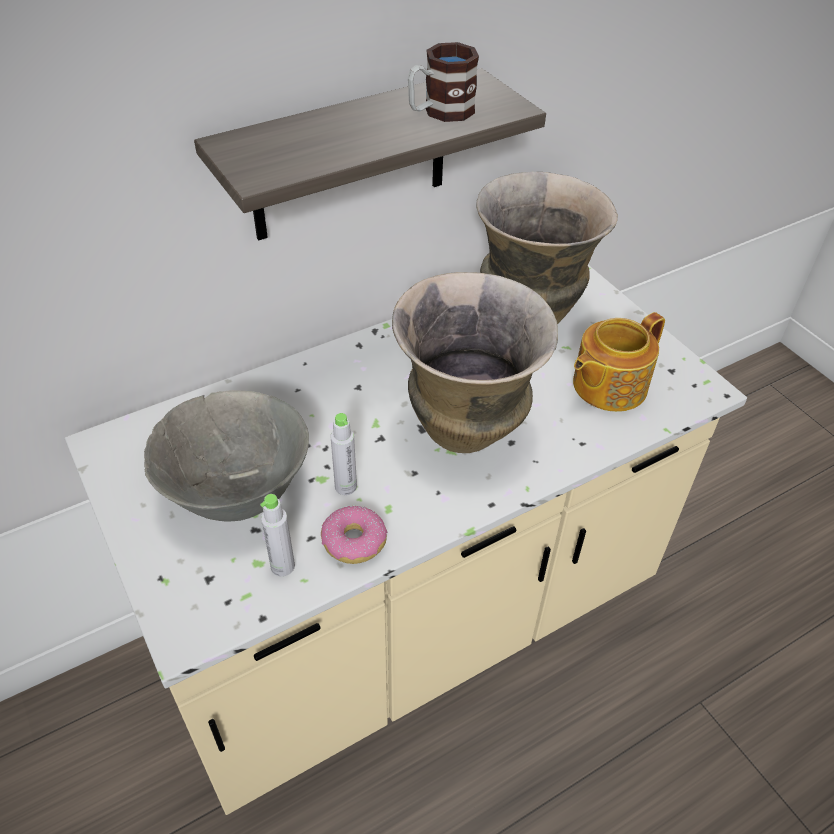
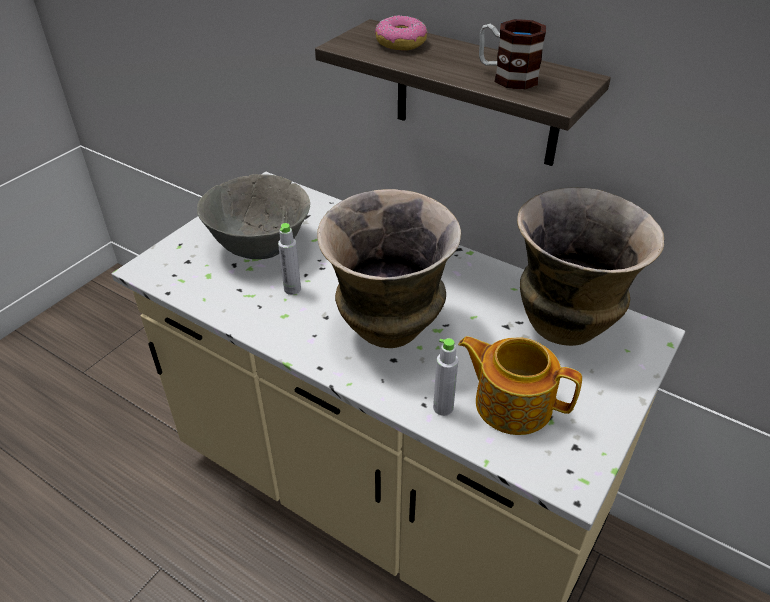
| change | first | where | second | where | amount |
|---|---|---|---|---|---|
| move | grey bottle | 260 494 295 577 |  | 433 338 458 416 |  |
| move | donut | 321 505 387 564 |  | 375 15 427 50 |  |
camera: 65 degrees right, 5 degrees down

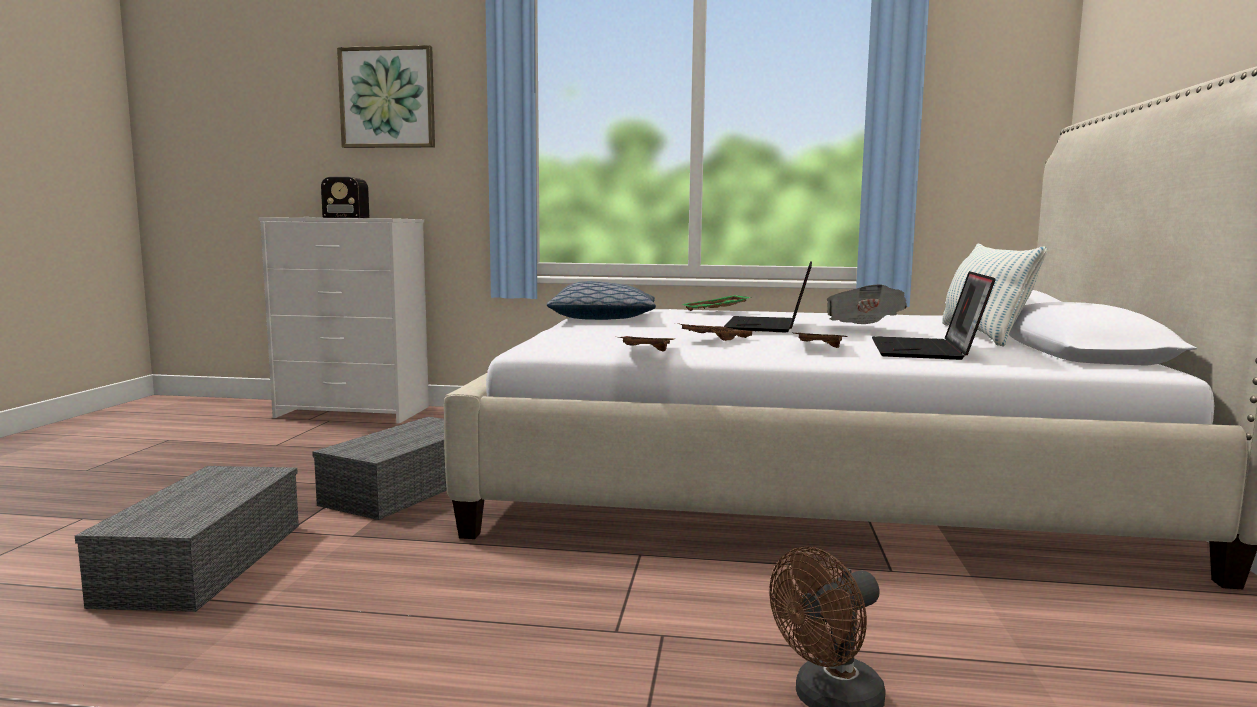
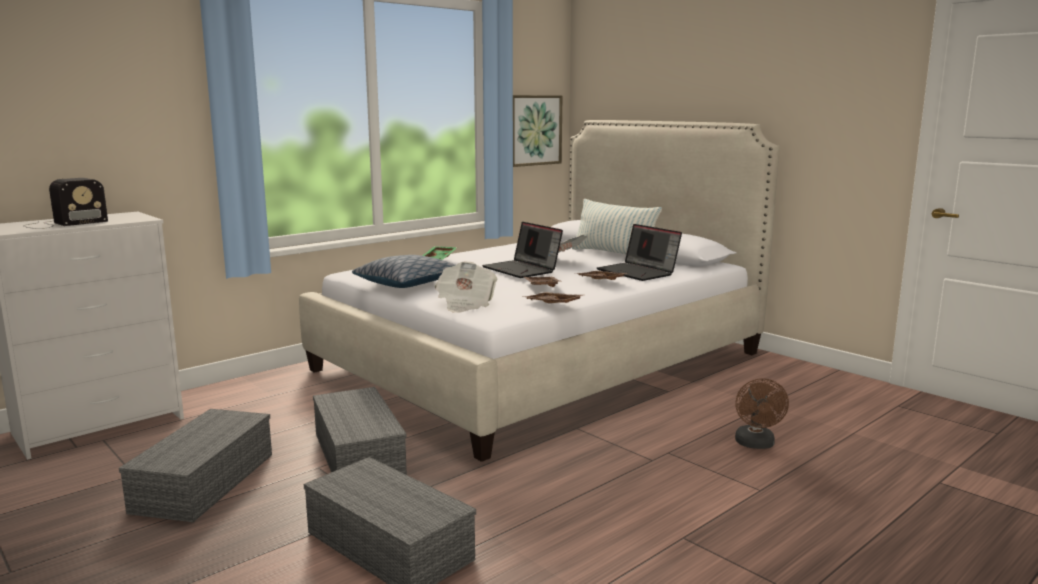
| change | first | where | second | where | amount |
|---|---|---|---|---|---|
| insert |  |  | grey storage box | 119 409 272 522 |  |
| insert |  |  | newspaper | 435 261 497 313 |  |
| move | picture | 337 45 435 148 |  | 513 95 562 167 |  |
camera: 50 degrees left, 5 degrees up

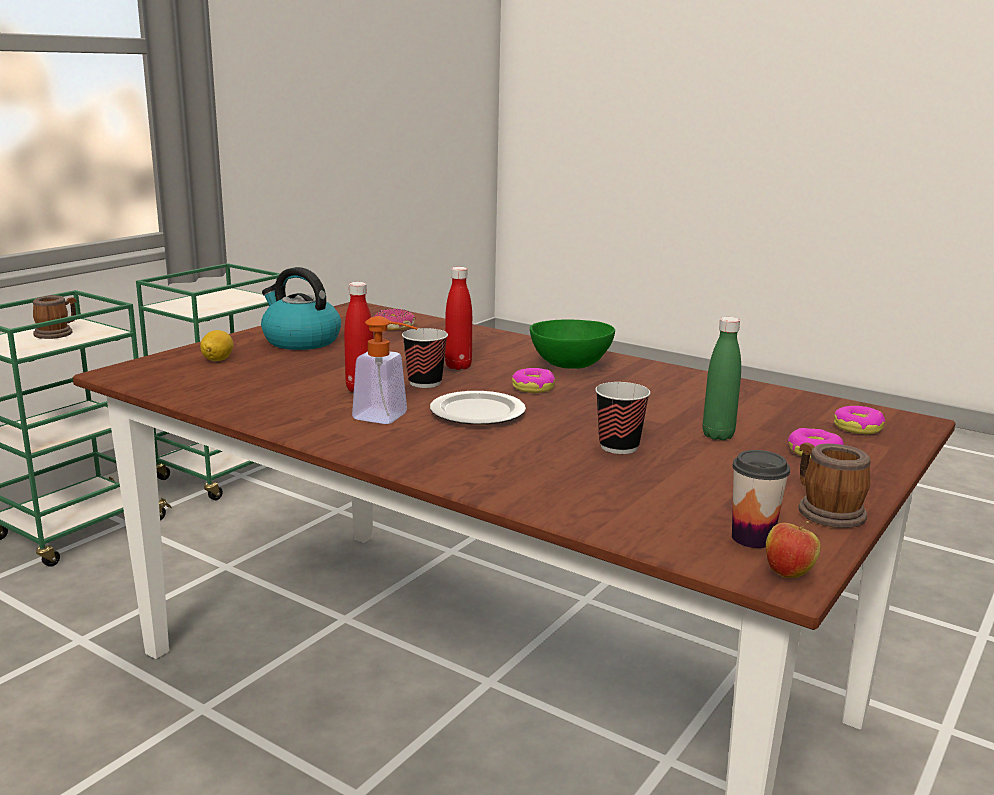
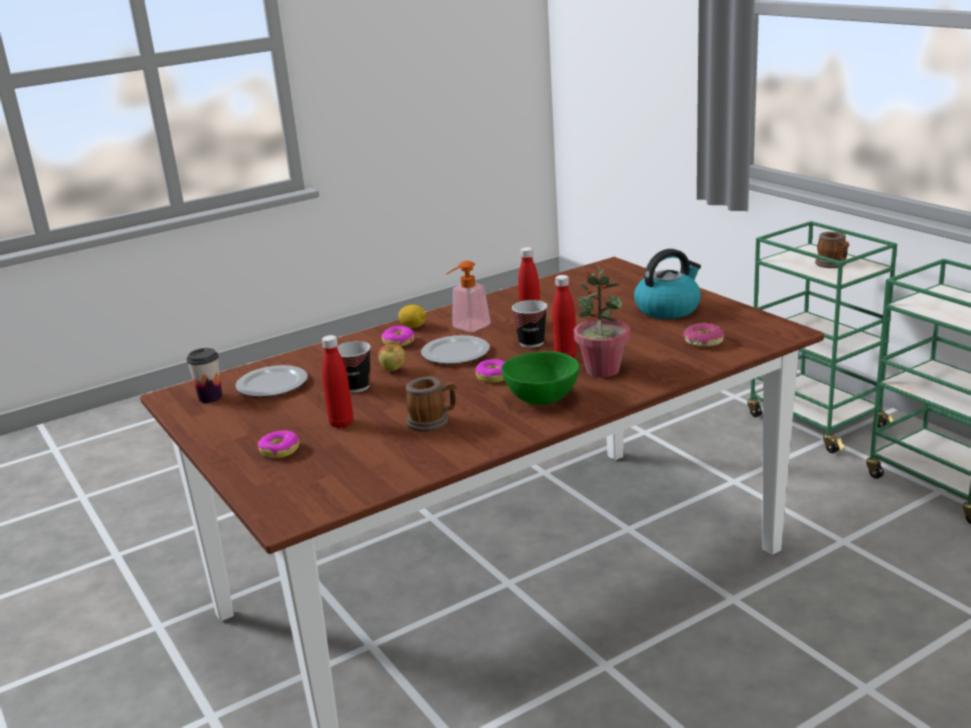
| change | first | where | second | where | amount |
|---|---|---|---|---|---|
| insert |  |  | plate | 236 365 308 397 |  |
| insert |  |  | potted plant | 574 266 630 377 |  |
| move | lemon | 200 330 233 361 |  | 398 305 426 328 |  |
| move | apple | 766 521 820 578 |  | 378 344 405 371 |  |
| move | mug | 799 442 870 528 |  | 406 376 456 432 |  |
| move | donut | 834 406 885 434 |  | 381 326 415 347 |  |
| recolor | green bottle | 702 317 741 440 | red bottle | 322 335 353 428 |  |
camera: 115 degrees right, 5 degrees up

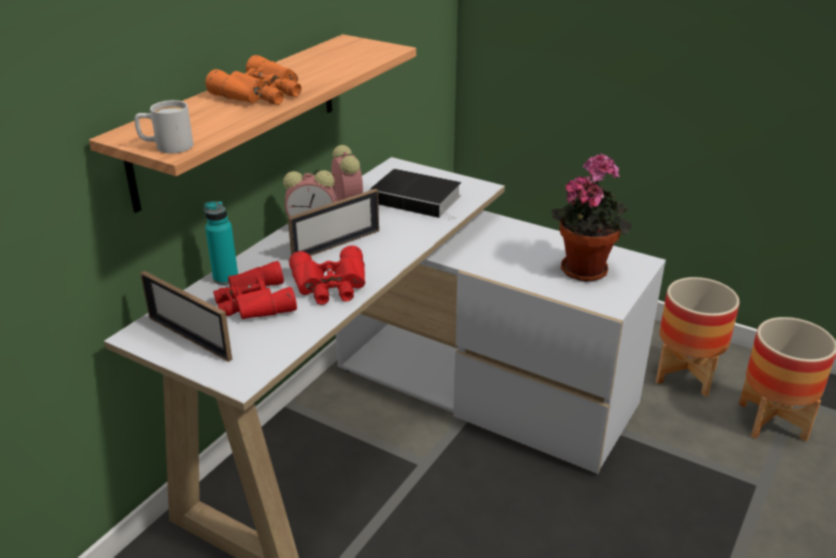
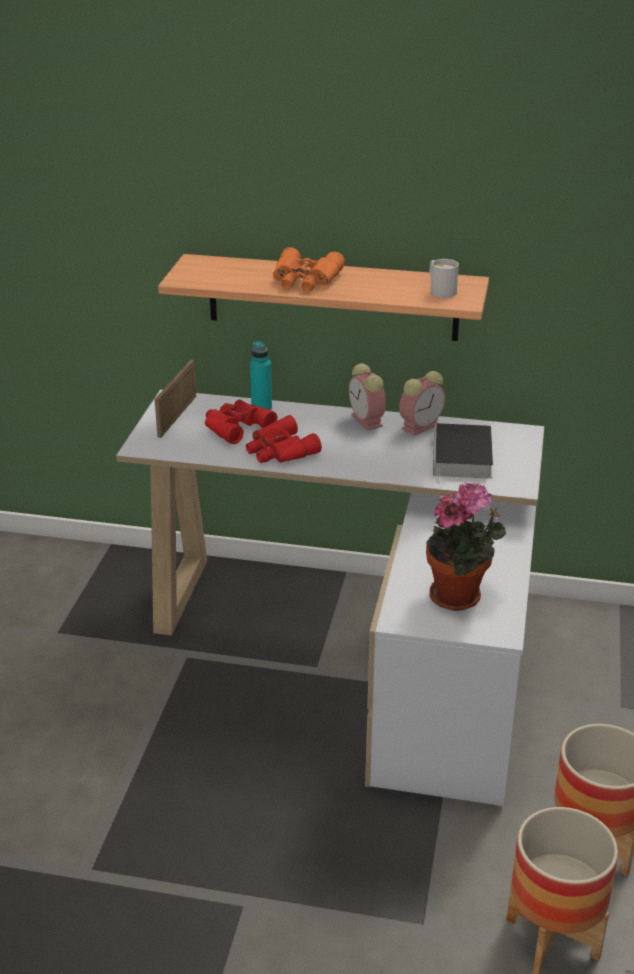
| change | first | where | second | where | amount |
|---|---|---|---|---|---|
| delete | picture frame | 288 189 379 256 |  |  |  |
| move | white mug | 135 100 193 153 |  | 430 259 459 298 |  |
camera: 70 degrees right, 0 degrees up

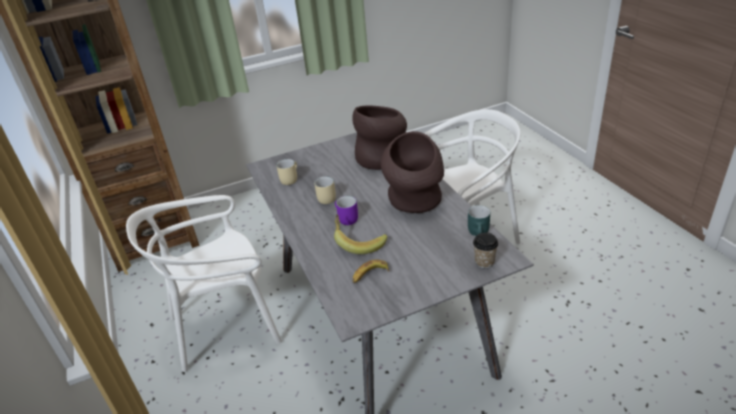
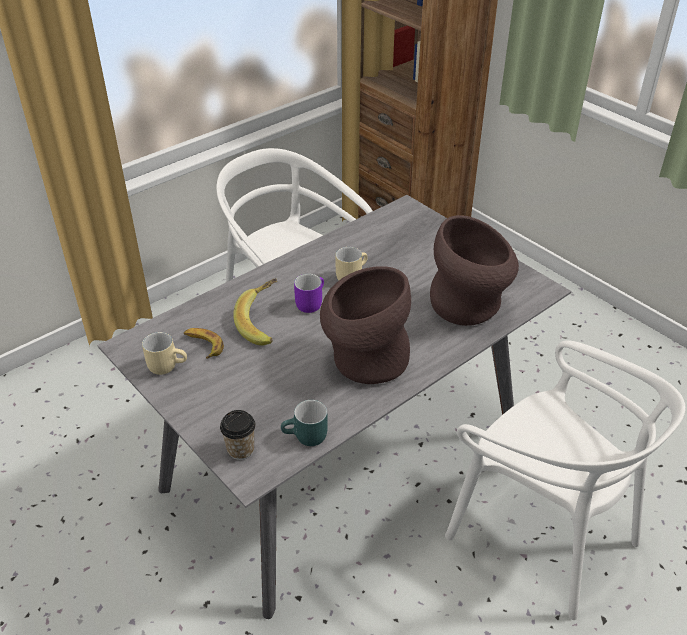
| change | first | where | second | where | amount |
|---|---|---|---|---|---|
| move | beige mug | 276 159 297 185 |  | 142 332 187 375 |  |
camera: 70 degrees right, 5 degrees up

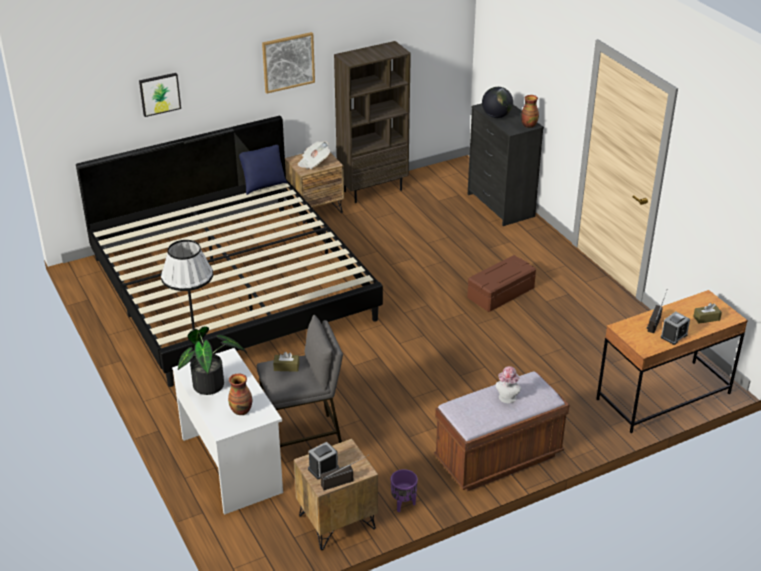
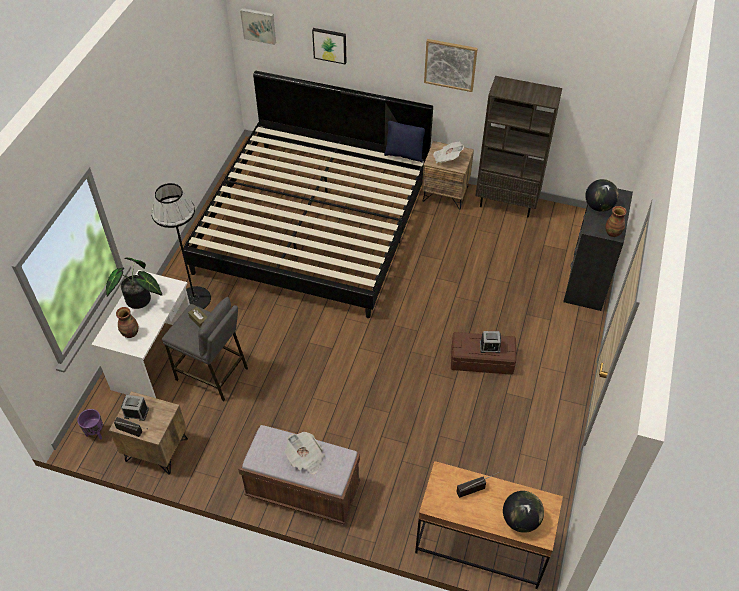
| change | first | where | second | where | amount |
|---|---|---|---|---|---|
| insert |  |  | picture | 240 8 276 45 |  |
| move | purple planter | 390 469 418 512 |  | 77 409 103 440 |  |
| move | alarm clock | 661 311 690 345 |  | 480 331 501 353 |  |
| replace | hat | 496 366 521 403 | newspaper | 285 432 325 475 |  |
| replace | brown tissue box | 693 303 722 323 | globe | 503 491 544 533 |  |
camera: 45 degrees right, 15 degrees up

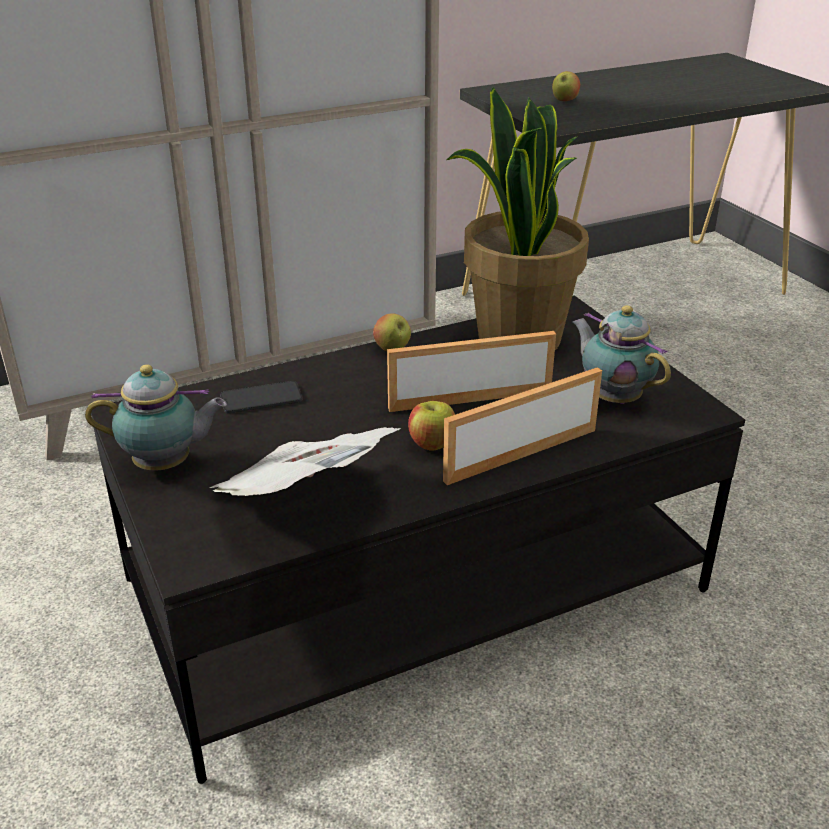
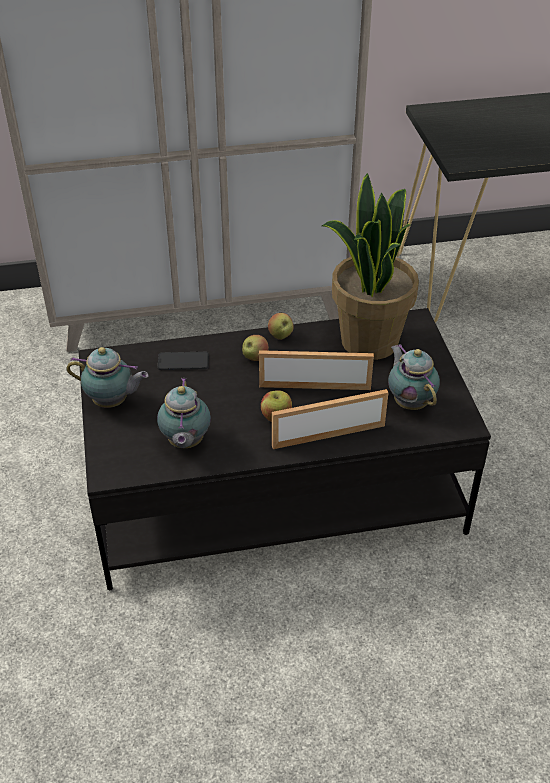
| change | first | where | second | where | amount |
|---|---|---|---|---|---|
| move | apple | 552 71 580 101 |  | 242 335 269 361 |  |
| replace | newspaper | 209 427 401 496 | teapot | 157 378 211 448 |  |
camera: 15 degrees right, 10 degrees up

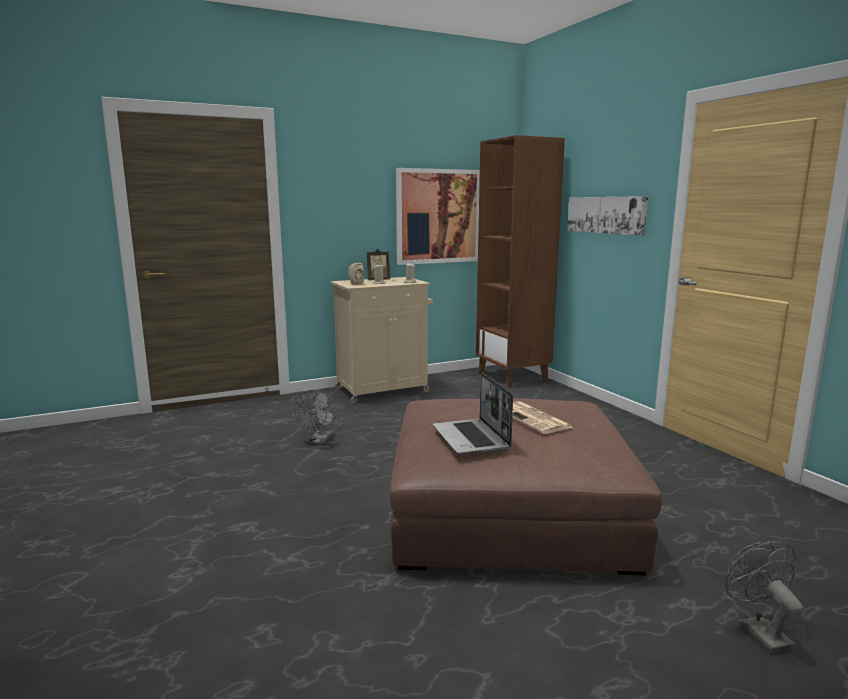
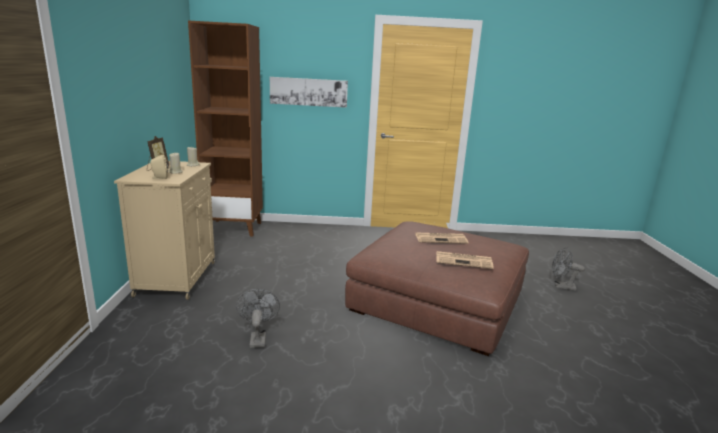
| change | first | where | second | where | amount |
|---|---|---|---|---|---|
| delete | picture | 396 168 480 265 |  |  |  |
| replace | laptop | 433 373 513 455 | newspaper | 436 251 494 269 |  |
| rotate | grey fan | 295 389 336 444 |  | 236 289 280 348 | 135 degrees counterclockwise |
camera: 65 degrees left, 5 degrees up

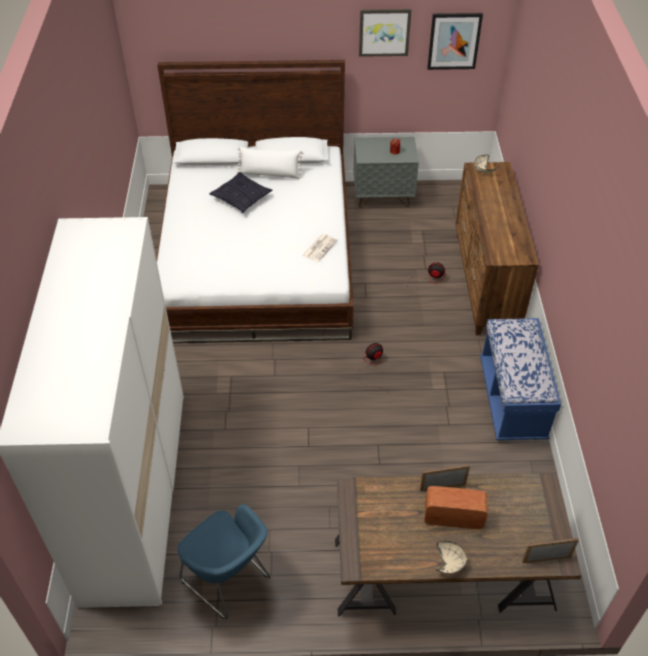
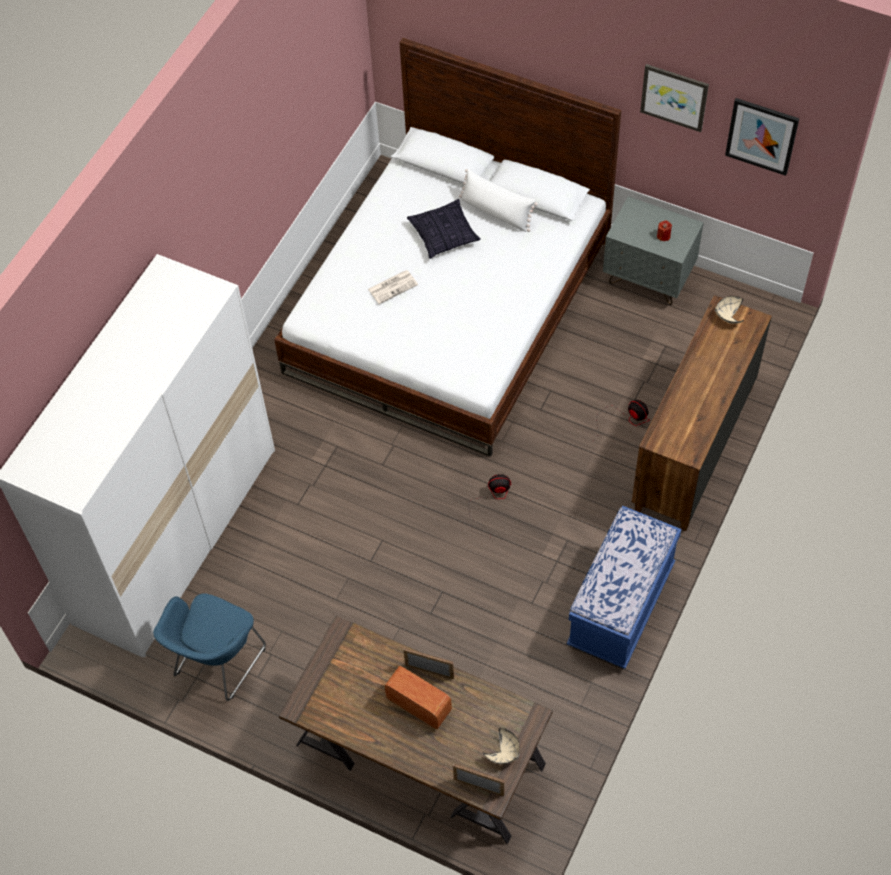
| change | first | where | second | where | amount |
|---|---|---|---|---|---|
| move | newspaper | 302 234 338 262 |  | 368 270 418 304 |  |
| move | beige bowl | 436 541 468 574 |  | 483 728 519 764 |  |
| rotate | blue armchair | 177 504 271 619 |  | 153 593 266 701 | 45 degrees clockwise |
camera: 30 degrees right, 10 degrees up

